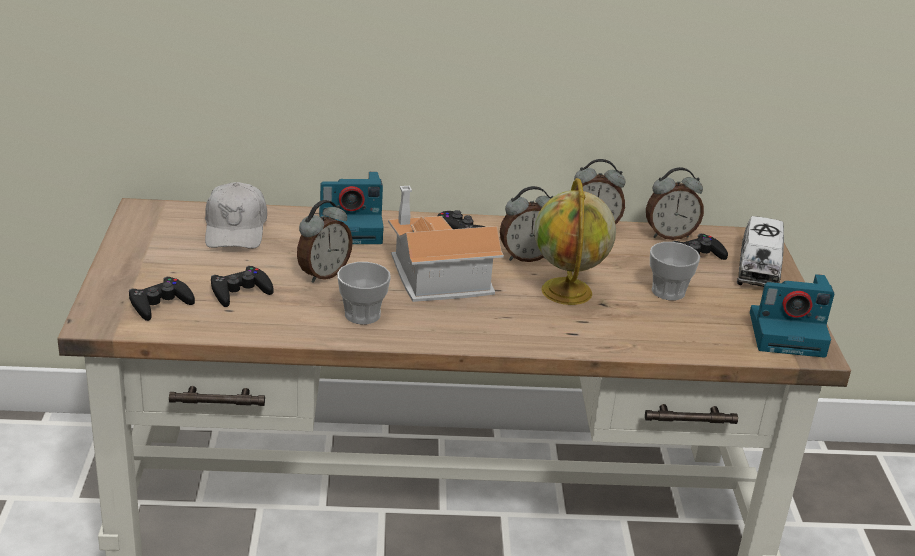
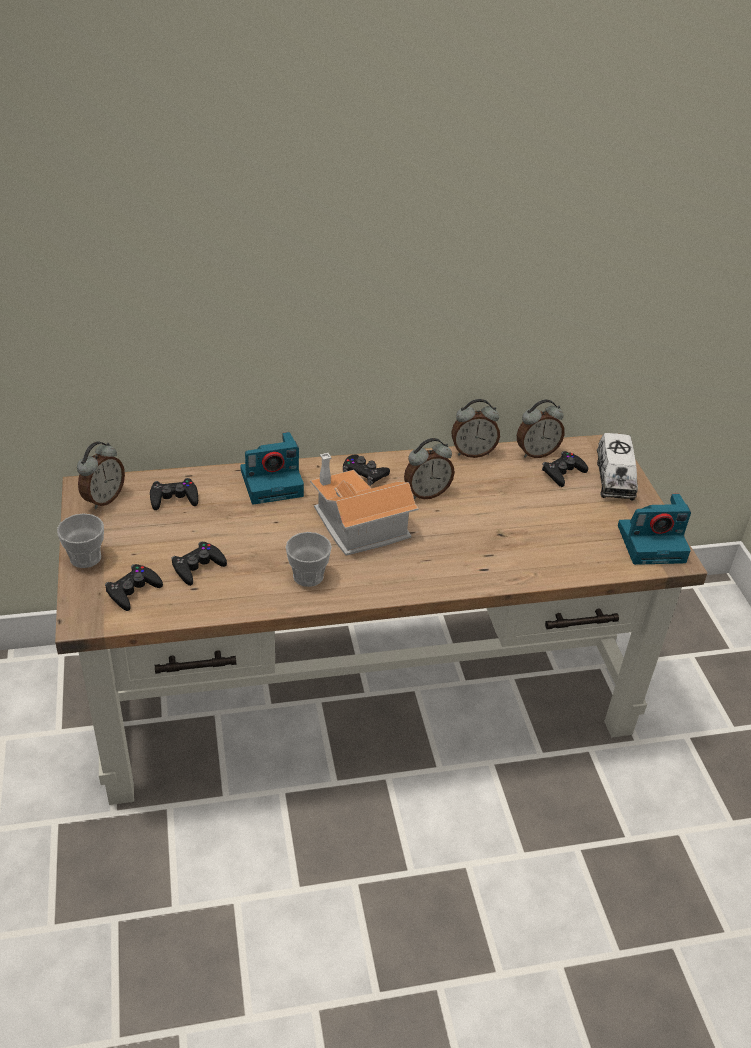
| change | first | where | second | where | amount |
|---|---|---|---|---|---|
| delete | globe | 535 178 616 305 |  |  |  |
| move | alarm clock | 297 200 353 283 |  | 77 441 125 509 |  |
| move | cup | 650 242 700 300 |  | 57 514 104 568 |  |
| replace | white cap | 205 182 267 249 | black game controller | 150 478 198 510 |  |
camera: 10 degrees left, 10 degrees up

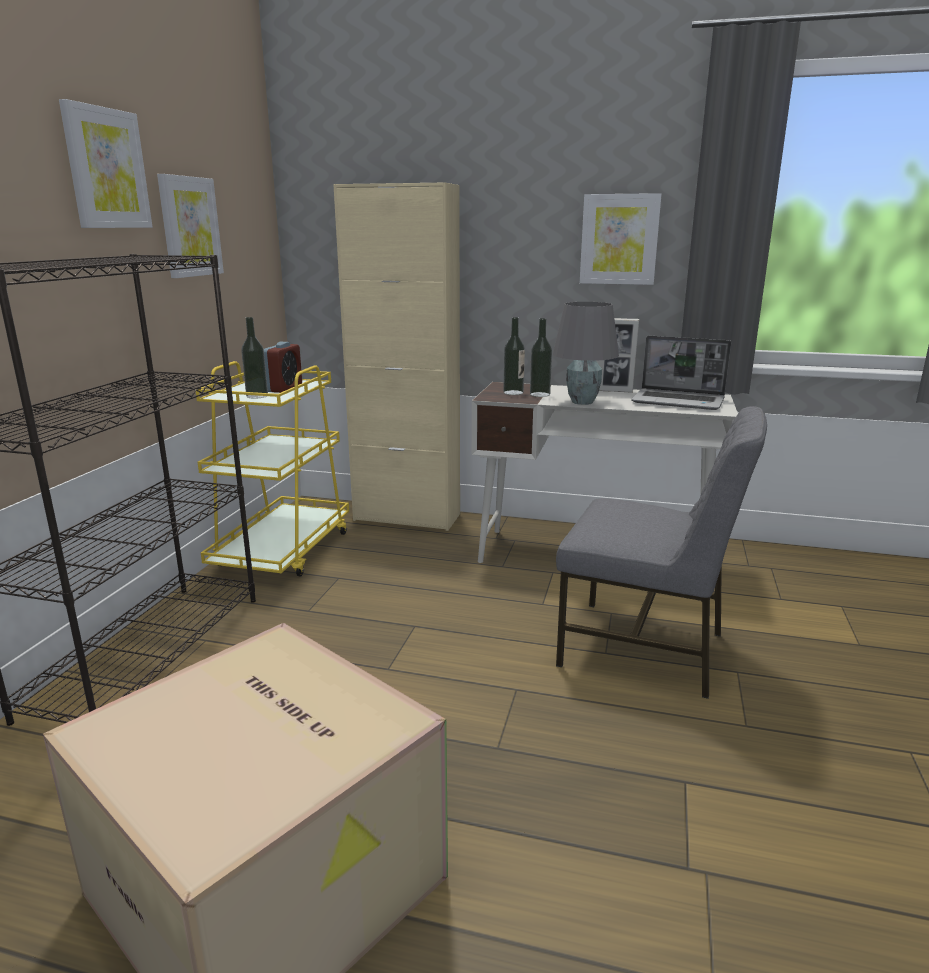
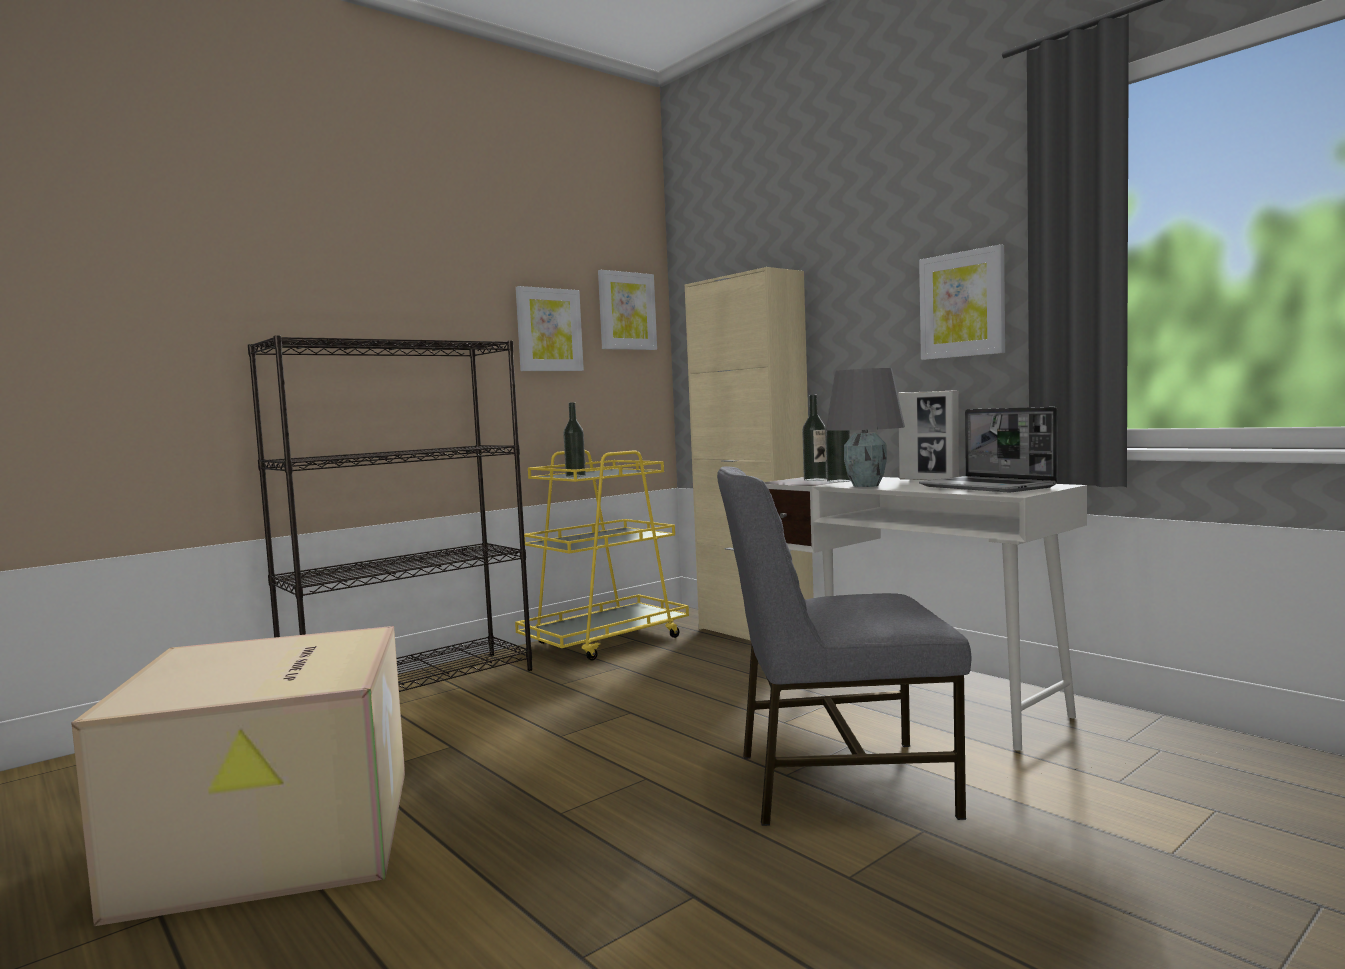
| change | first | where | second | where | amount |
|---|---|---|---|---|---|
| delete | alarm clock | 264 342 302 393 |  |  |  |
| move | picture | 59 99 153 228 |  | 598 270 657 350 |  |
| rotate | grey chair | 556 406 767 699 |  | 717 466 972 826 | 120 degrees clockwise |
camera: 35 degrees right, 15 degrees down

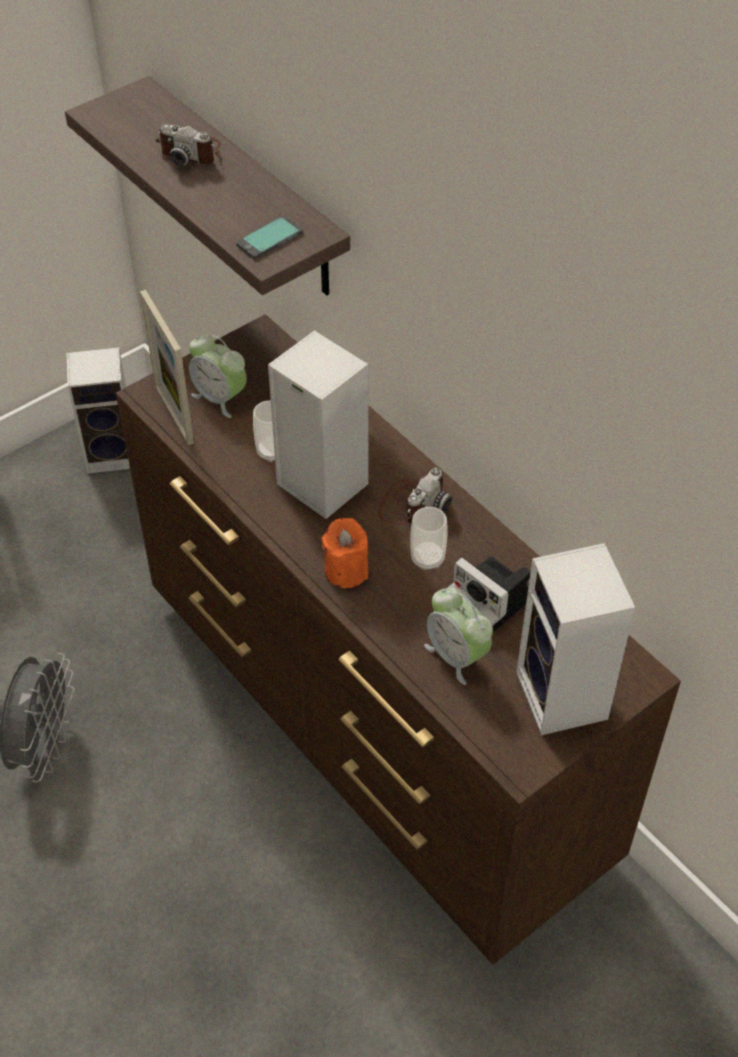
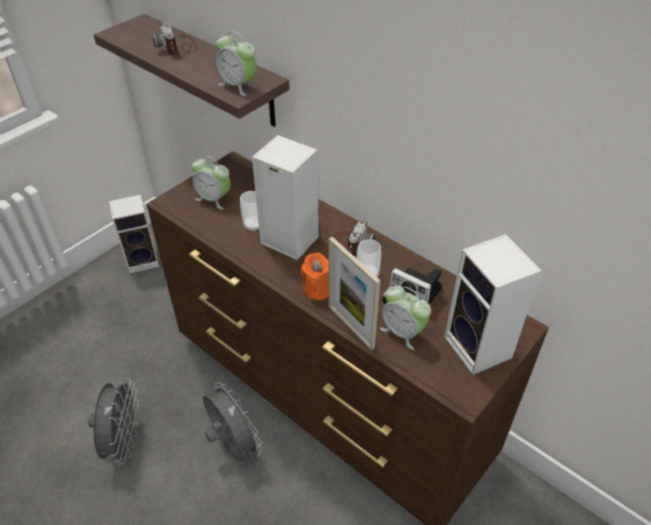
| change | first | where | second | where | amount |
|---|---|---|---|---|---|
| insert |  |  | grey fan | 203 382 263 461 |  |
| move | picture frame | 140 290 194 445 |  | 329 237 381 350 |  |
| replace | phone | 236 216 303 259 | alarm clock | 216 31 257 96 |  |
| rotate | photo camera | 155 124 221 166 |  | 153 22 197 55 | 60 degrees clockwise |
camera: 10 degrees left, 5 degrees down

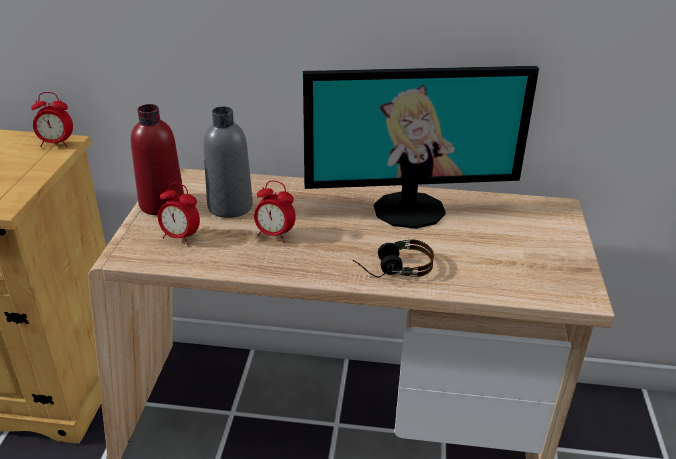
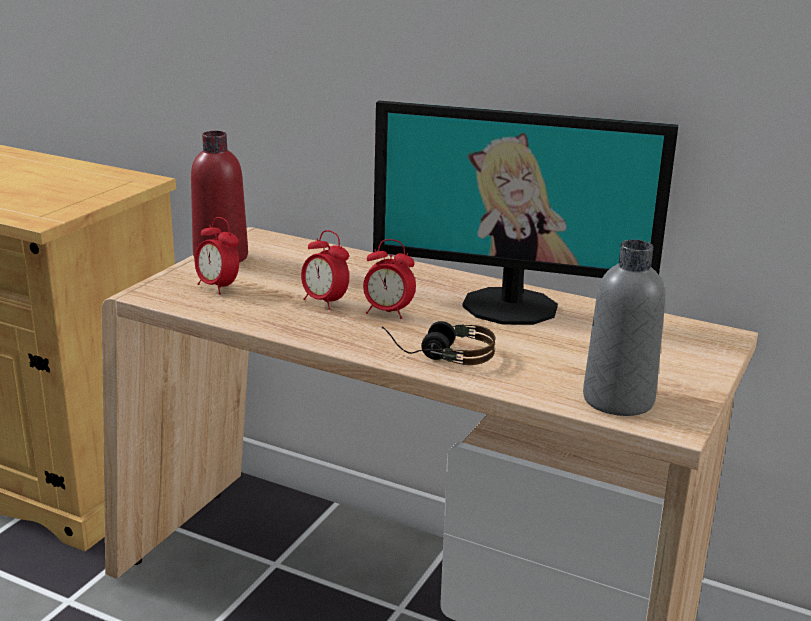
| change | first | where | second | where | amount |
|---|---|---|---|---|---|
| move | alarm clock | 31 92 73 147 |  | 363 239 416 319 |  |
| move | grey bottle | 203 106 253 218 |  | 583 240 665 416 |  |
camera: 20 degrees right, 10 degrees down

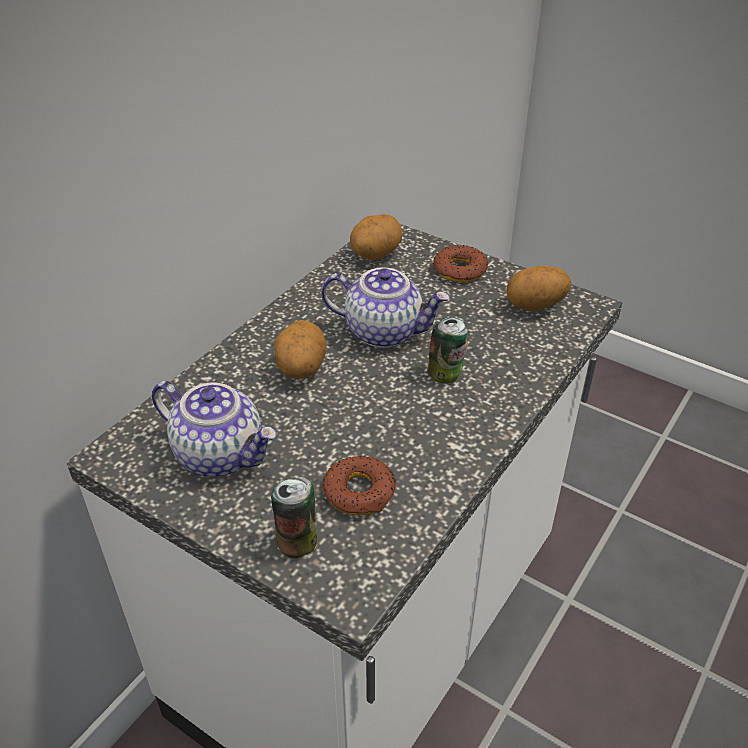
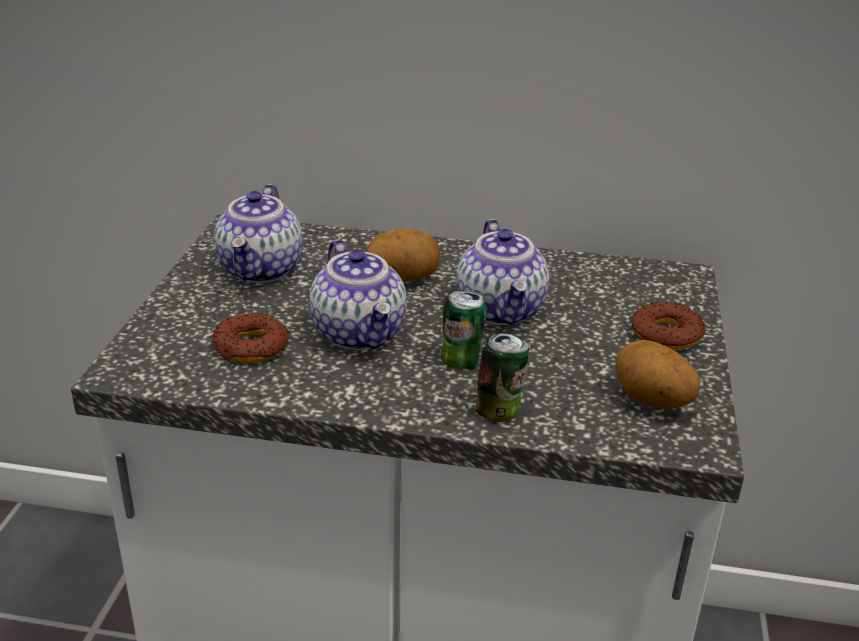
| change | first | where | second | where | amount |
|---|---|---|---|---|---|
| delete | potato | 350 214 402 260 |  |  |  |
| insert |  |  | teapot | 309 239 407 350 |  |
| move | can | 271 477 317 558 |  | 476 333 530 422 |  |
camera: 65 degrees right, 10 degrees down

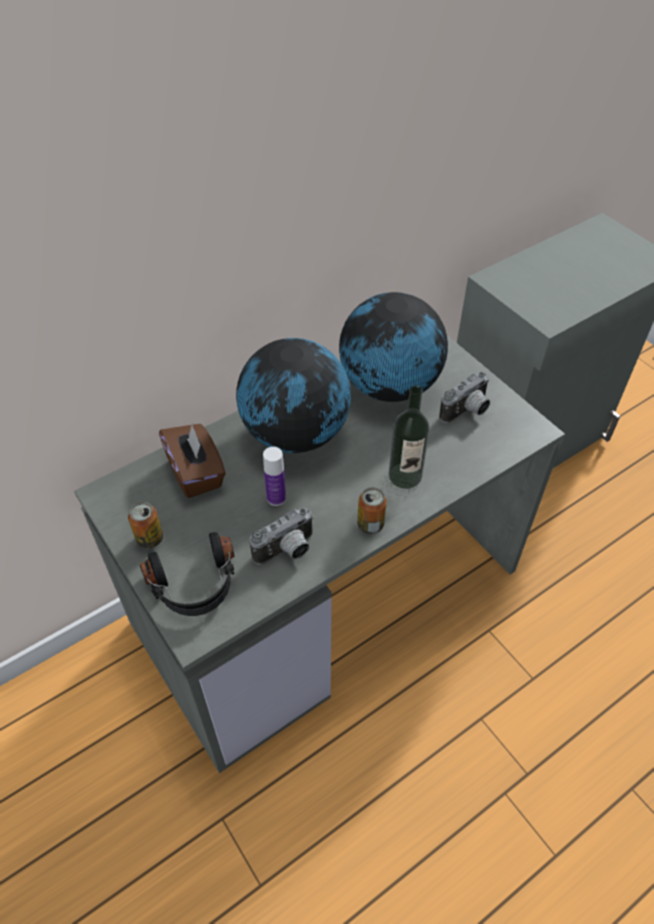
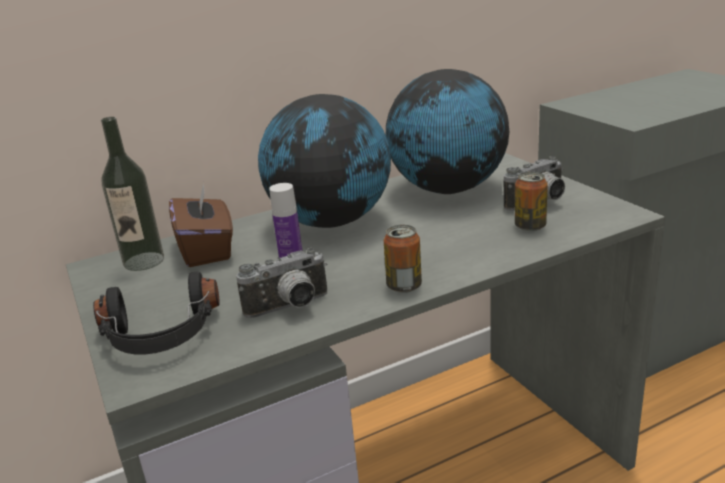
| change | first | where | second | where | amount |
|---|---|---|---|---|---|
| move | can | 128 502 163 548 |  | 515 172 548 231 |  |
| move | bottle | 389 386 429 489 |  | 101 117 164 271 |  |
camera: 10 degrees right, 25 degrees down

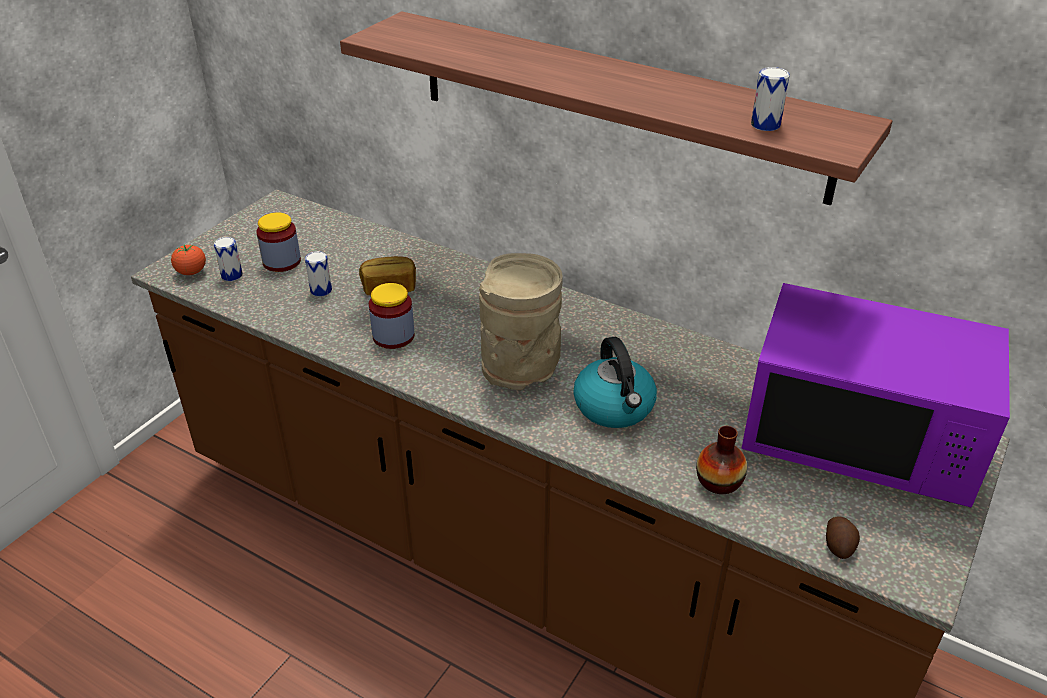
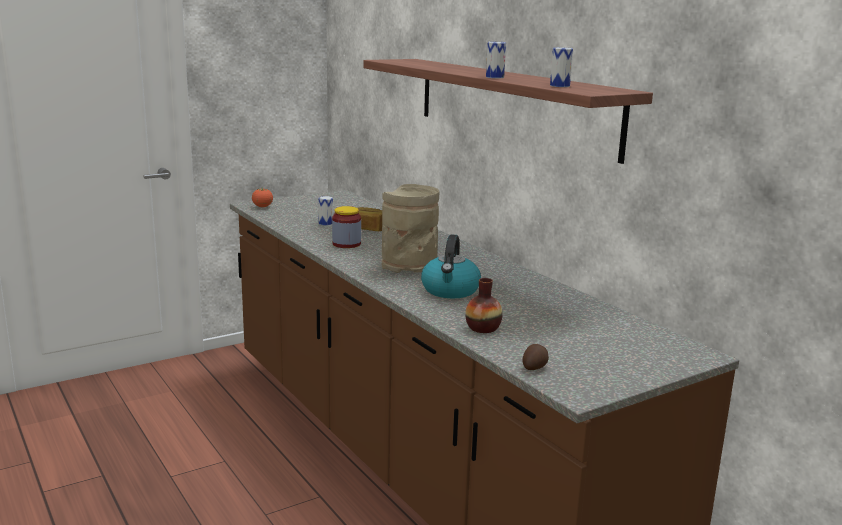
| change | first | where | second | where | amount |
|---|---|---|---|---|---|
| delete | jar | 256 212 301 272 |  |  |  |
| delete | purple microwave | 741 283 1010 508 |  |  |  |
| move | can | 214 237 243 281 |  | 486 41 506 78 |  |
camera: 25 degrees right, 20 degrees down

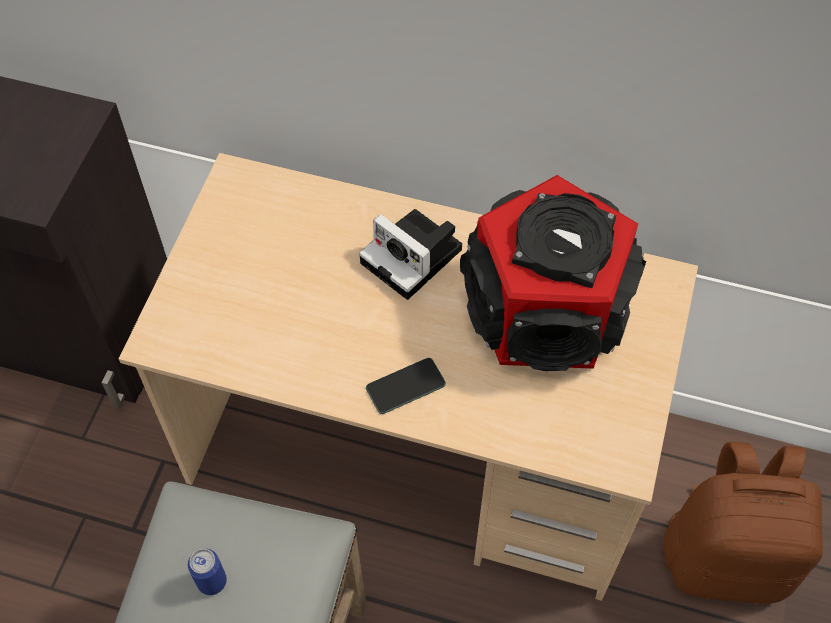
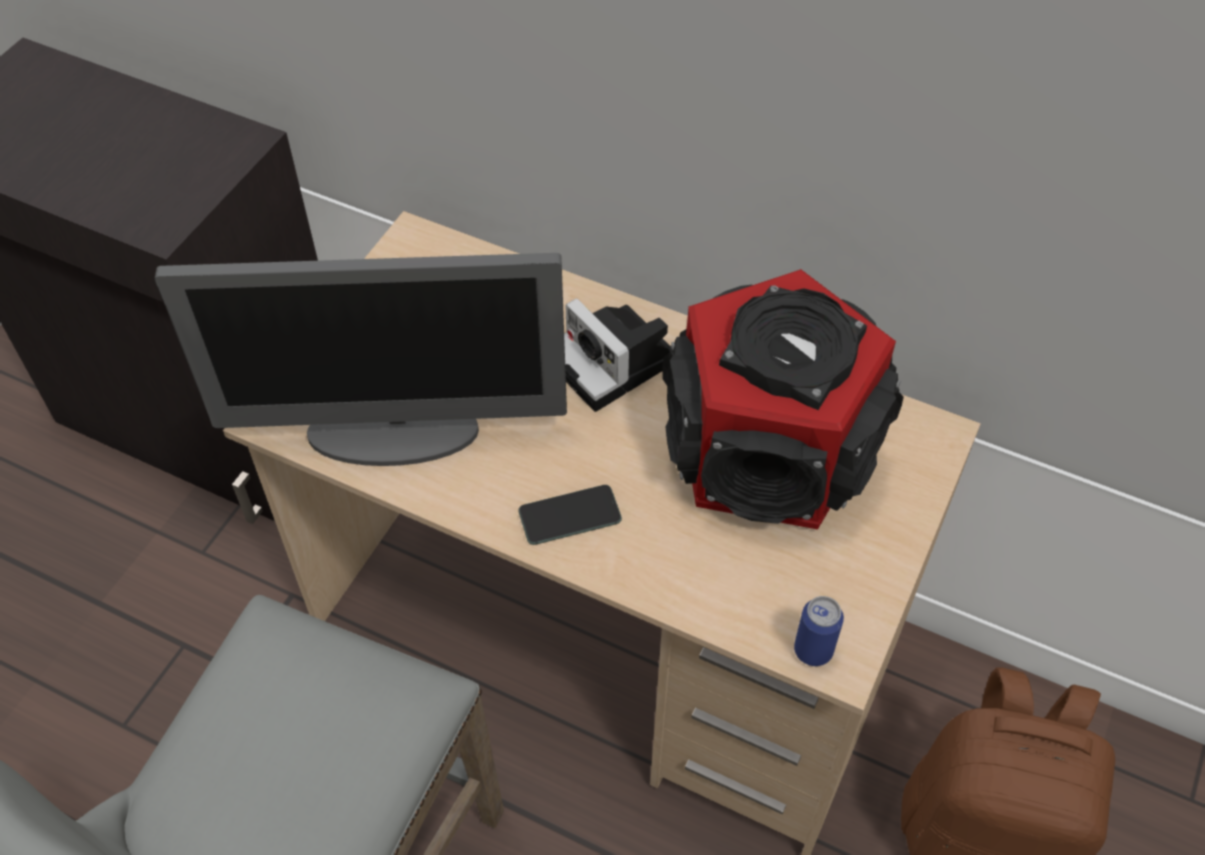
| change | first | where | second | where | amount |
|---|---|---|---|---|---|
| insert |  |  | monitor | 155 253 567 466 |  |
| move | can | 188 548 227 595 |  | 794 596 844 666 |  |
camera: 10 degrees right, 5 degrees down

